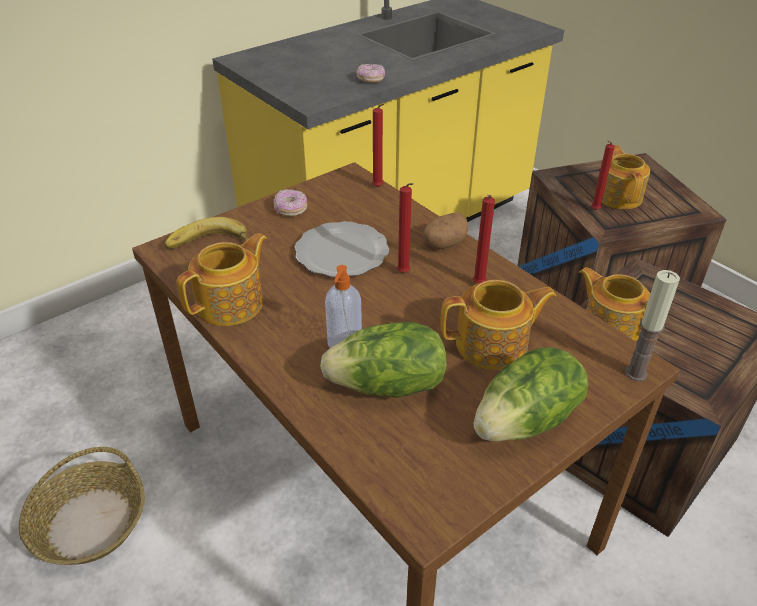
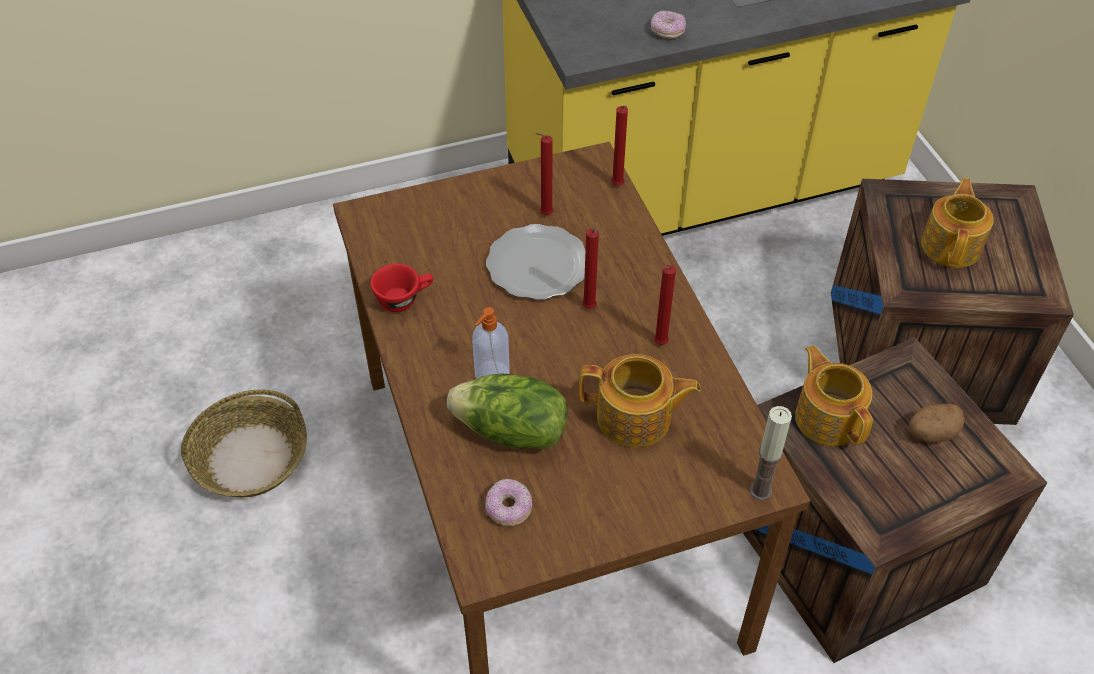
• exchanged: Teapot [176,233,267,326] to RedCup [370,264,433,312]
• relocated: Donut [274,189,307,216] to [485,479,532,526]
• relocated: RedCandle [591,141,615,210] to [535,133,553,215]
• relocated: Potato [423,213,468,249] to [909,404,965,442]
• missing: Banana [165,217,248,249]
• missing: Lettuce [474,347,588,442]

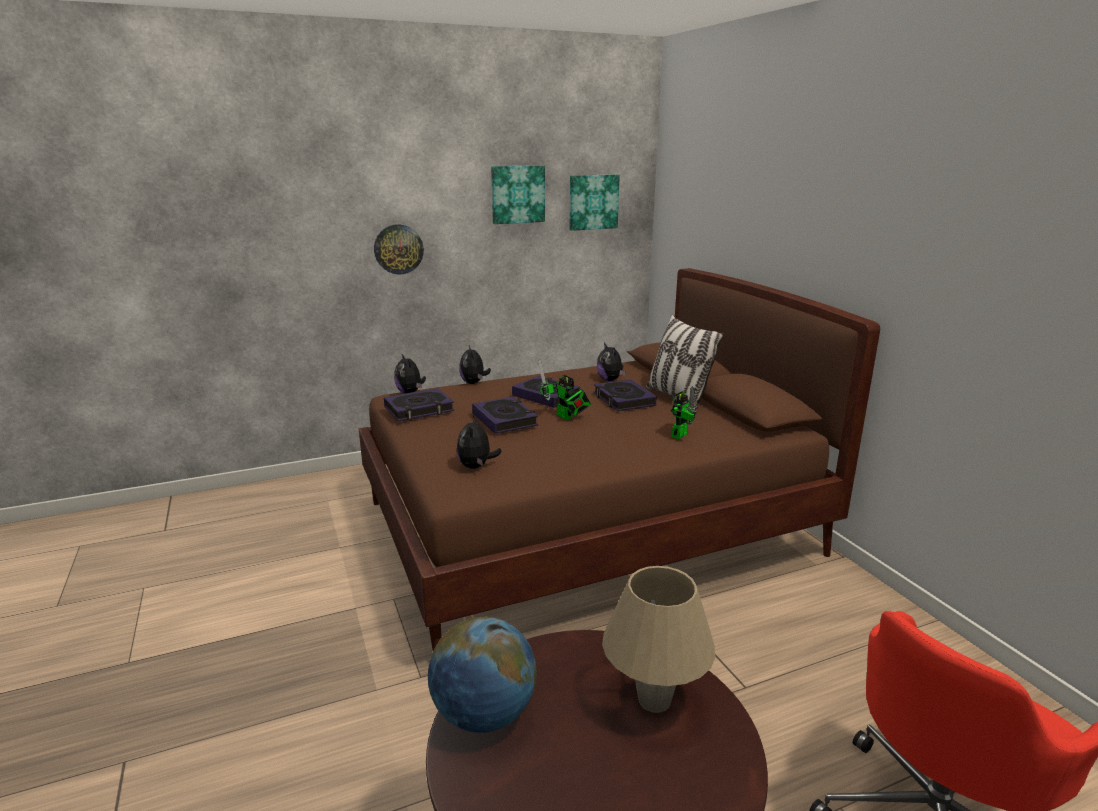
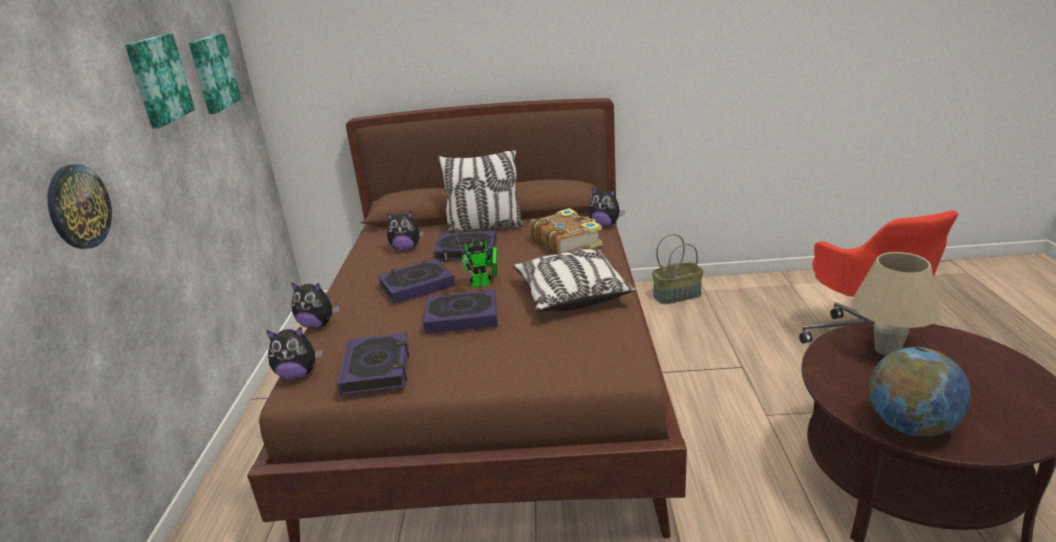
• appeared: Pillow [513,249,636,312]
• exchanged: ToyRobot [671,386,697,439] to Book [530,208,602,255]
• relocated: PlushToy [457,416,502,469] to [588,188,625,227]
• appeared: Basket [652,234,704,304]

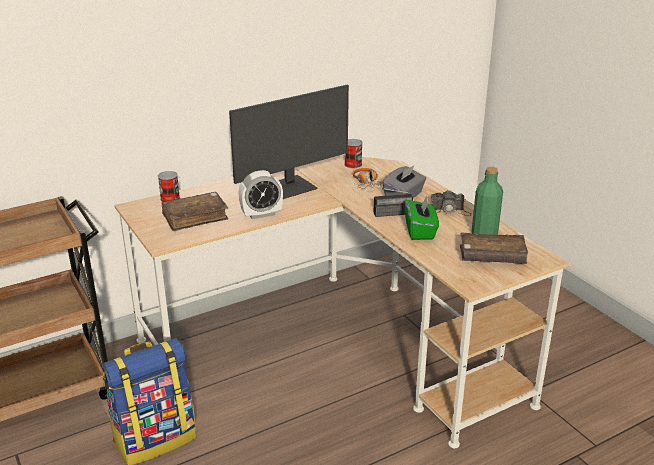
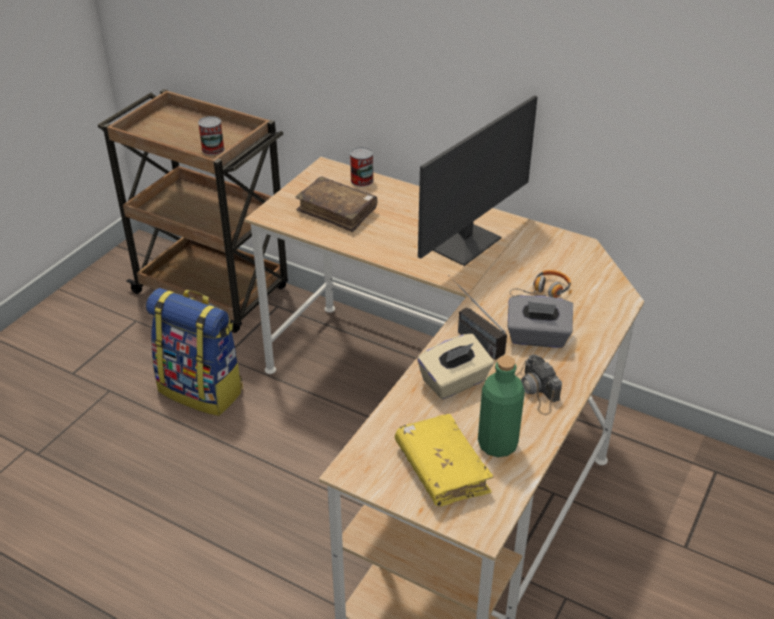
• relocated: Can [344,139,363,168] to [198,116,225,155]
• colour: BrownBook [460,232,528,264] to YellowBook [395,413,494,506]
• colour: GreenTissueBox [405,195,439,240] to BeigeTissueBox [417,334,494,399]
• spun: Monitor [229,85,349,199] = [418,95,538,266] 75 degrees counterclockwise
• missing: AlarmClock [239,170,283,219]

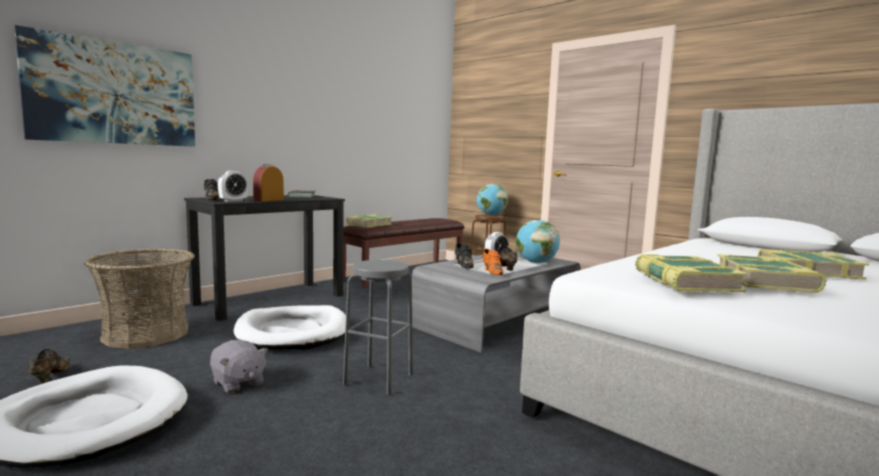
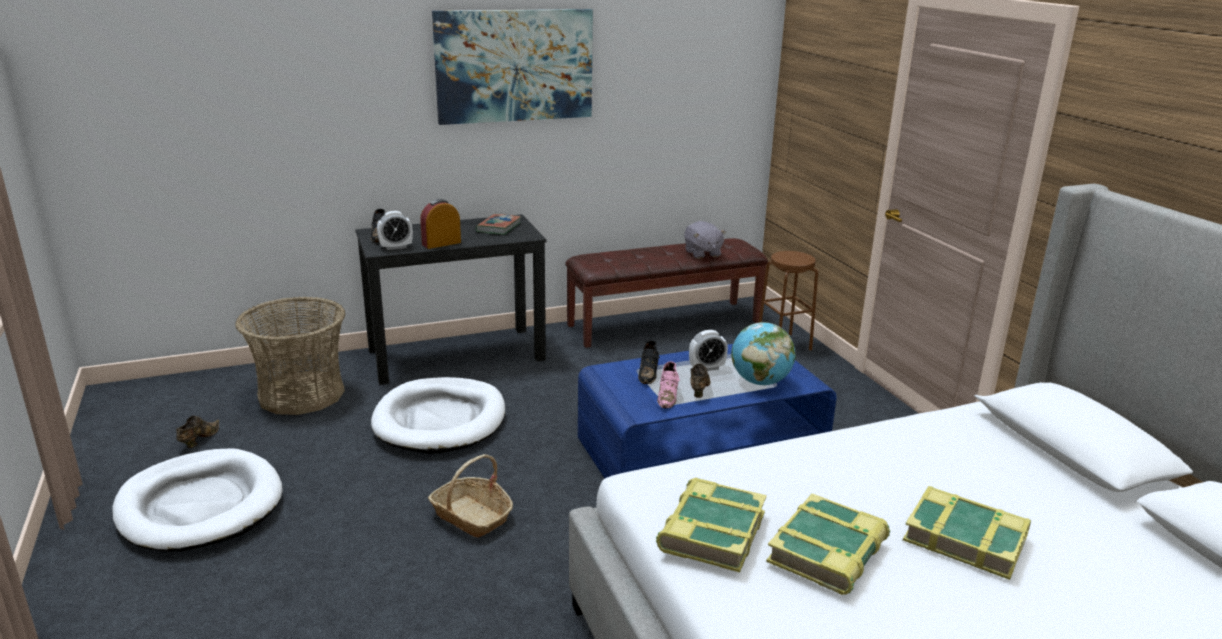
• exchanged: GreyStool [343,260,413,395] to Basket [428,454,513,538]
• relocated: Picture [14,25,195,147] to [432,9,593,125]
• colour: GreyCoffeeTable [412,251,581,353] to BlueCoffeeTable [578,344,837,478]
• colour: OrangeShoe [482,249,503,276] to PinkShoe [657,361,680,408]
• relocated: GreyPlushToy [210,340,268,394] to [684,221,726,259]
• missing: Book [346,214,393,228]
• missing: Globe [477,184,508,215]

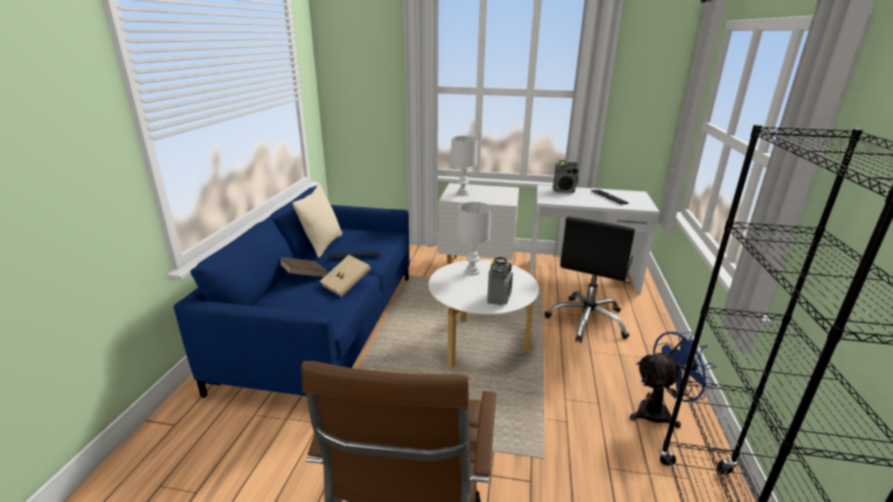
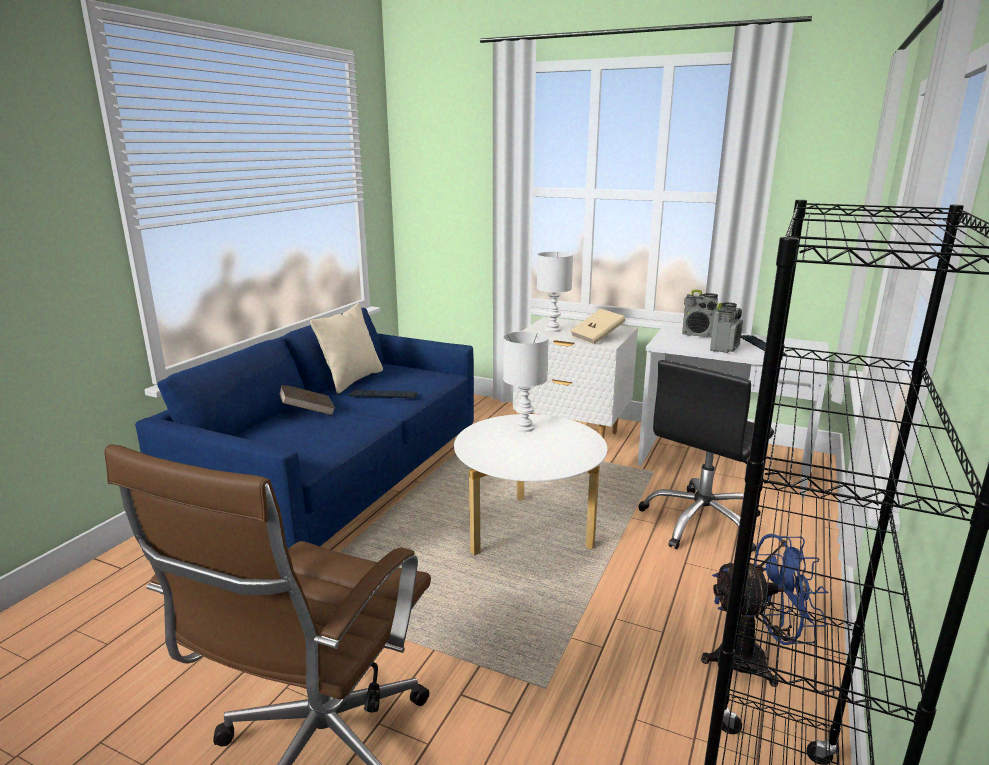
• relocated: BeigeBook [320,255,371,297] to [570,309,625,344]
• relocated: Radio [487,257,513,305] to [710,302,743,353]

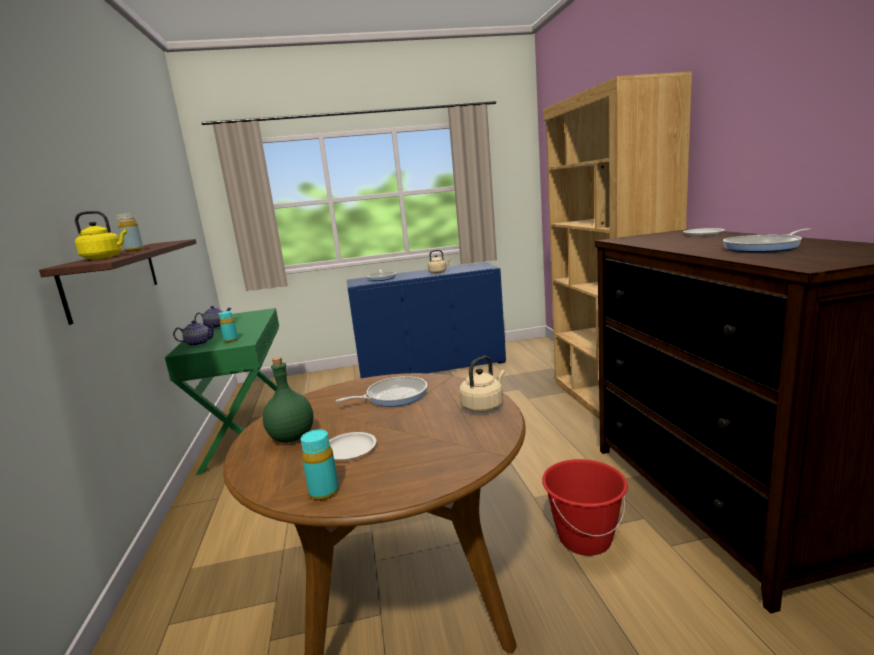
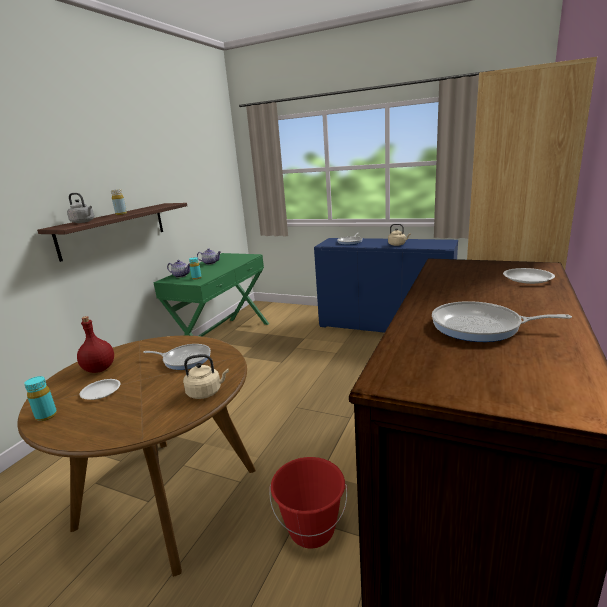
• colour: YellowKettle [75,211,127,259] to GreyKettle [67,193,94,223]
• colour: GreenBottle [263,357,314,443] to RedBottle [77,316,114,373]

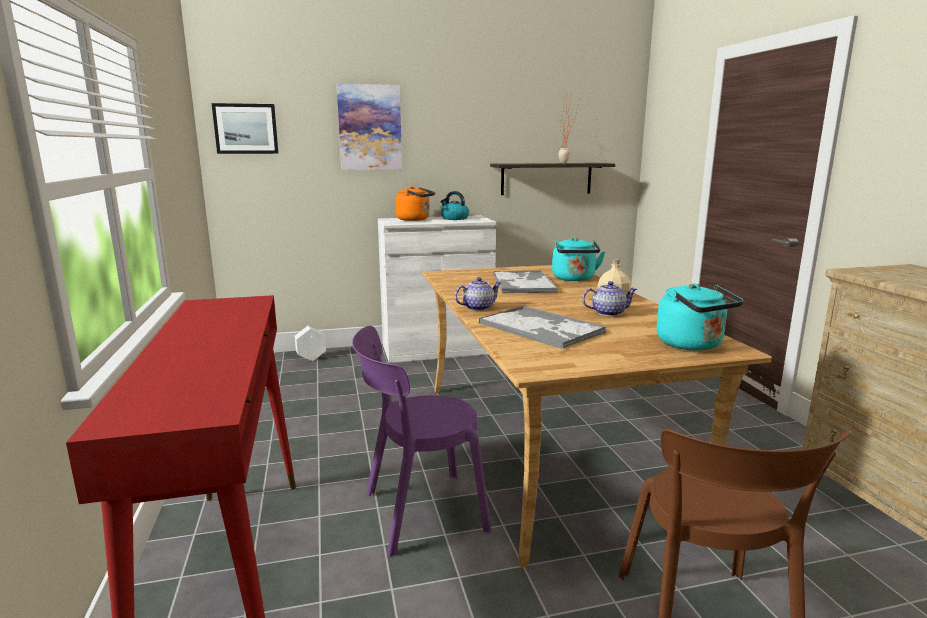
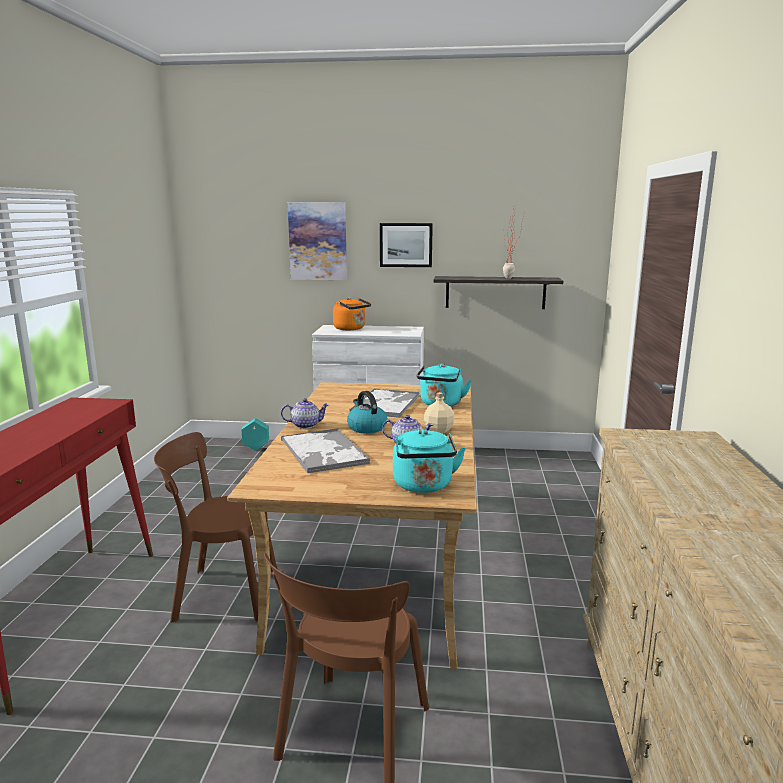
• colour: PurpleChair [352,326,492,557] to BrownChair [154,432,277,622]
• colour: WhitePlanter [295,325,326,361] to TurquoisePlanter [241,418,269,451]
• relocated: Kettle [440,191,469,220] to [347,391,388,434]
• relocated: Picture [212,103,278,154] to [380,223,433,267]

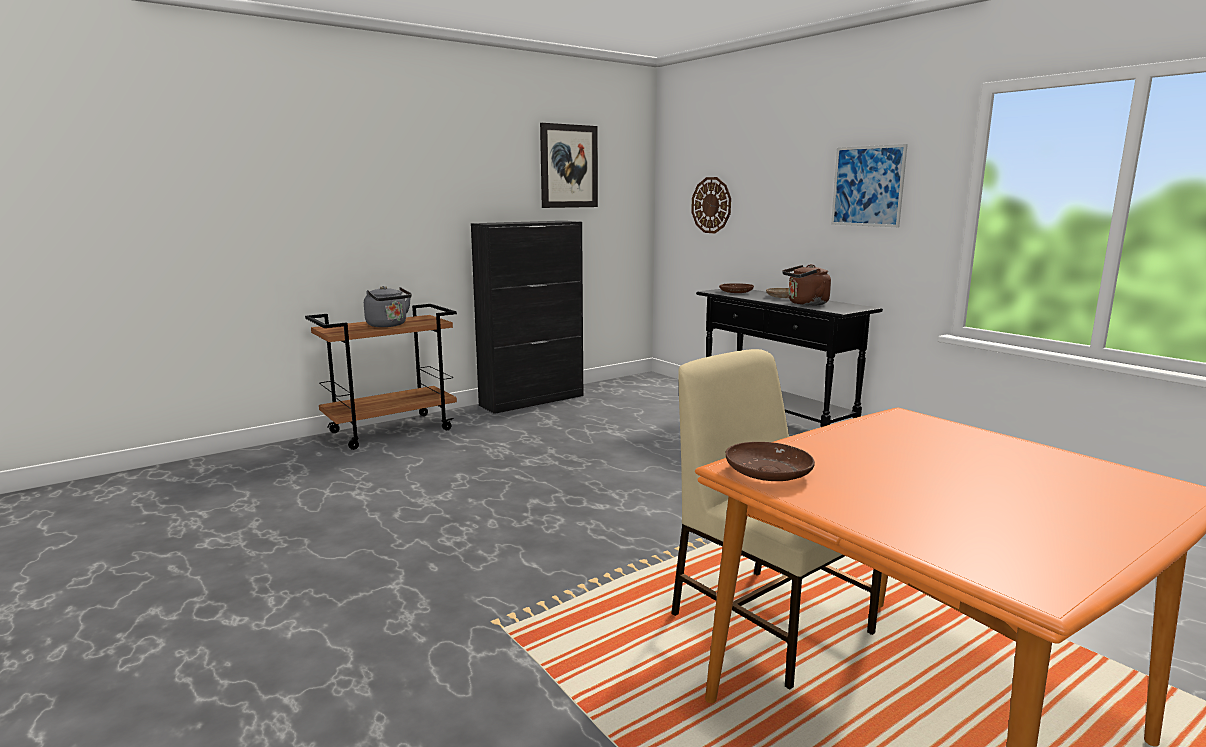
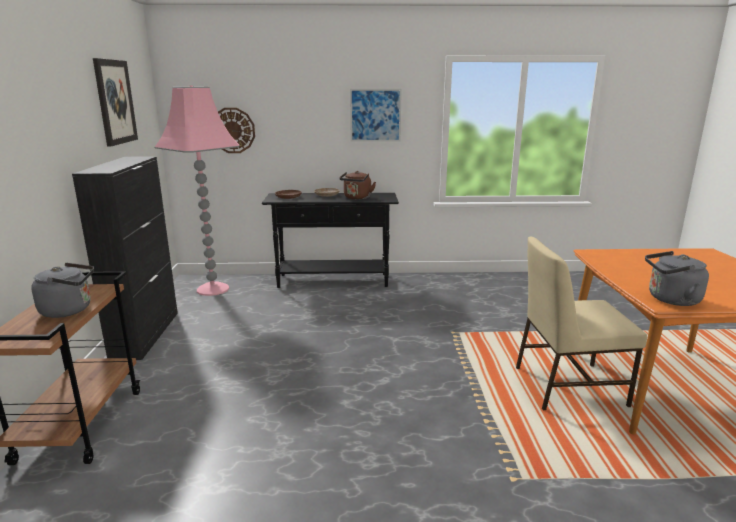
• appeared: PinkFloorLamp [154,86,240,296]
• exchanged: BrownPlate [726,442,815,481] to GreyKettle [645,251,709,306]

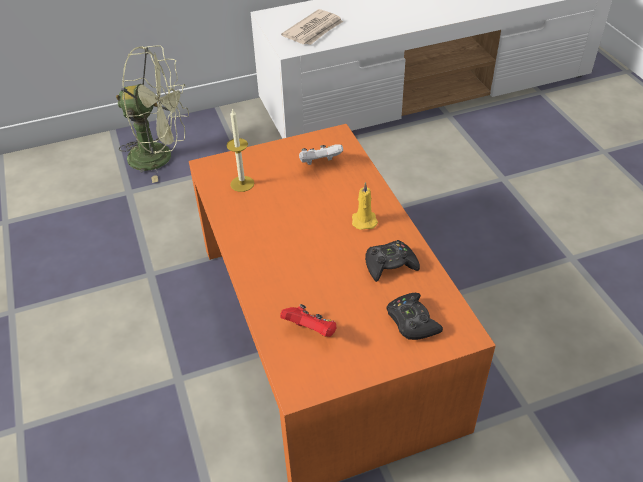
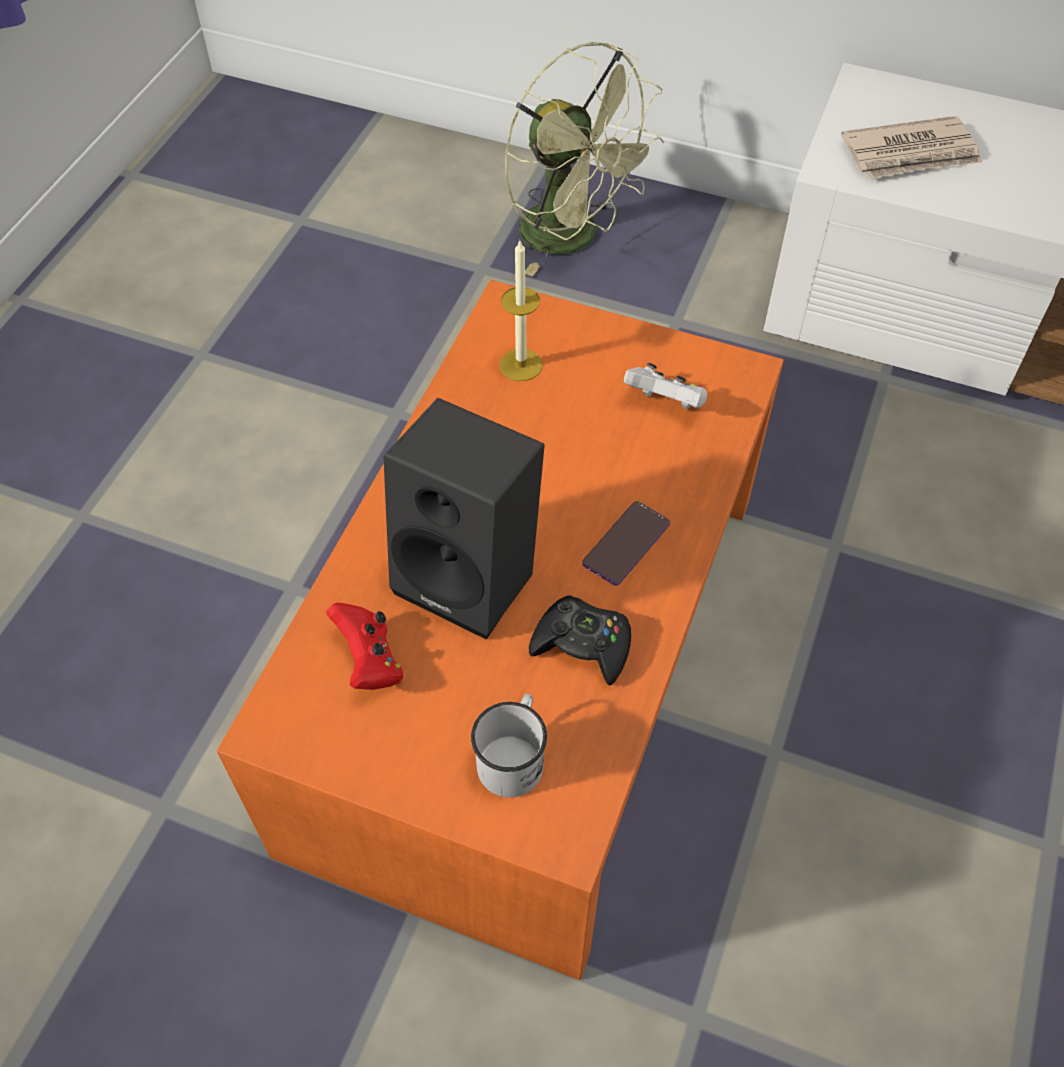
• appeared: BlackSpeaker [383,398,545,640]
• exchanged: BlackGameController [387,293,443,340] to WhiteMug [471,694,547,798]
• exchanged: YellowCandle [352,182,378,230] to Phone [582,501,670,586]

